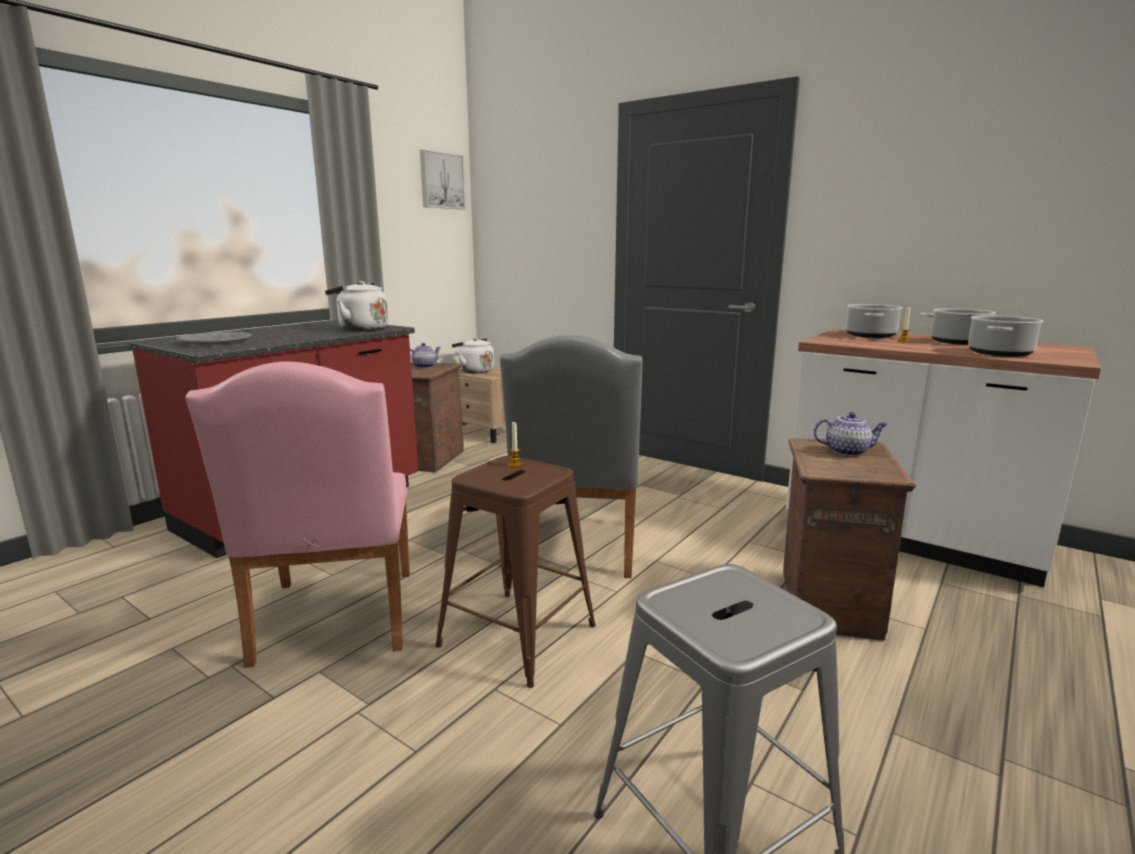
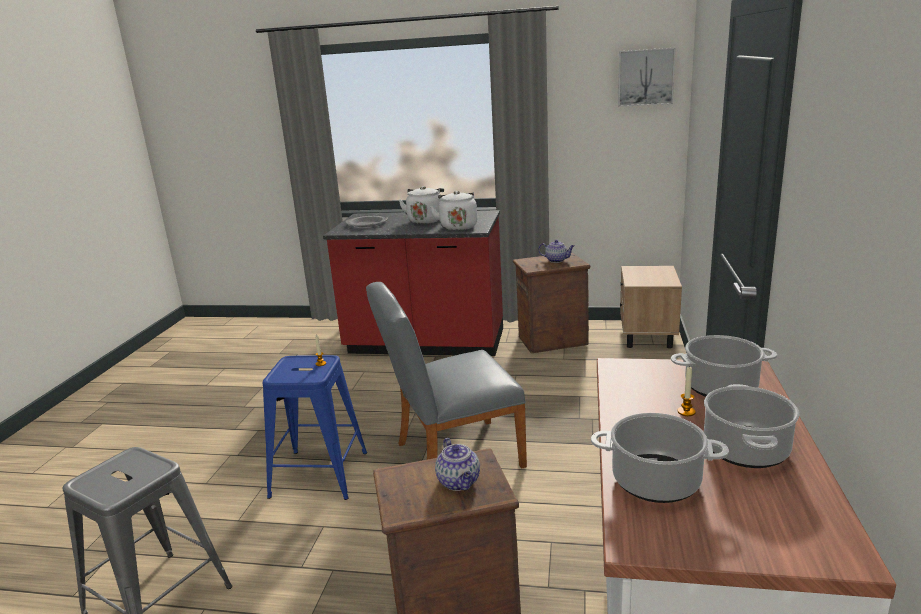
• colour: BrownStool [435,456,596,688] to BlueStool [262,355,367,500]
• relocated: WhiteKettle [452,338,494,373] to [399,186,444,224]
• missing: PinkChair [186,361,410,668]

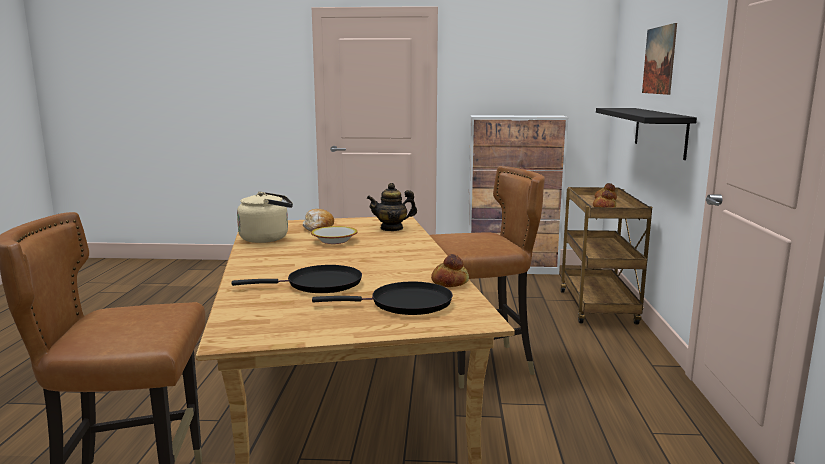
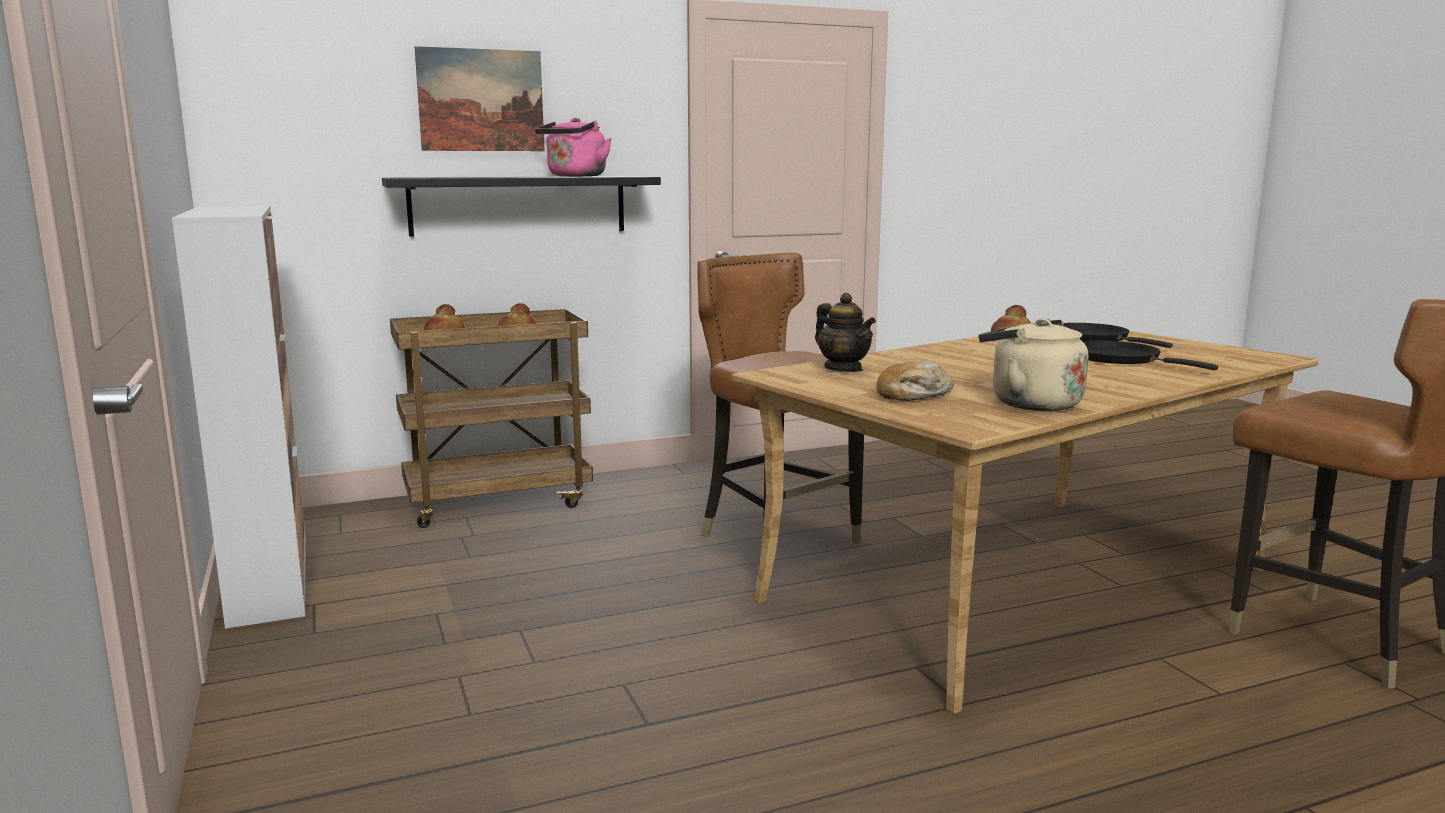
• appeared: PinkKettle [535,118,612,177]
• missing: Bowl [311,226,358,244]

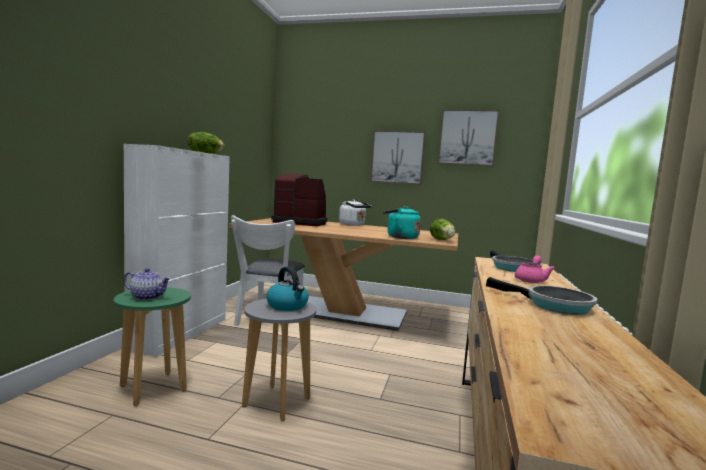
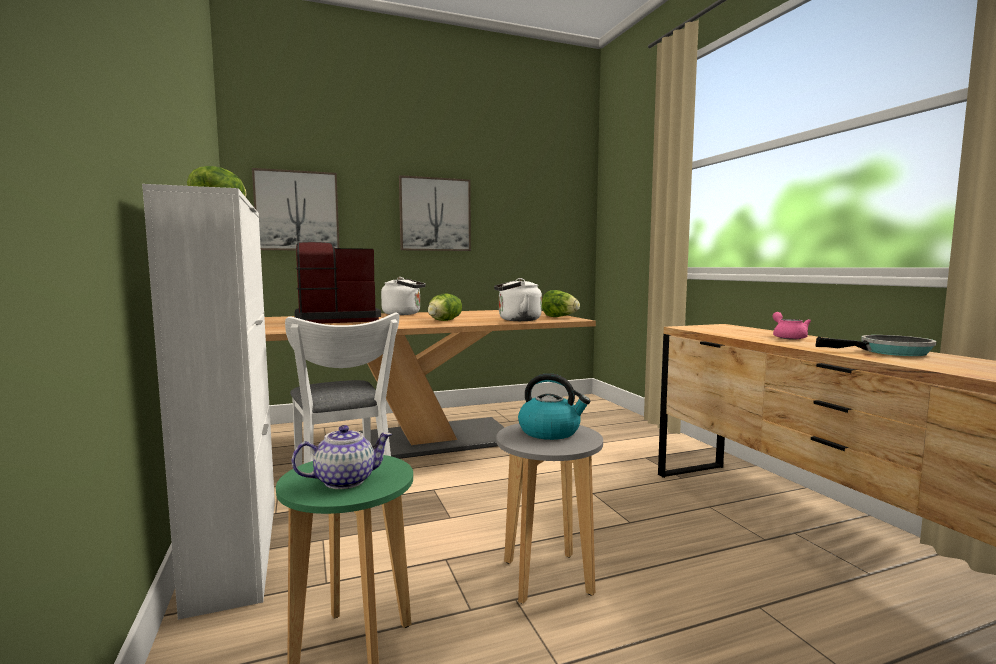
• relocated: Picture [438,109,499,166] to [252,168,339,250]
• appeared: Lettuce [428,293,462,321]
• colour: TurquoiseKettle [383,206,421,239] to WhiteKettle [494,278,542,321]
• missing: FryingPan [490,250,532,272]

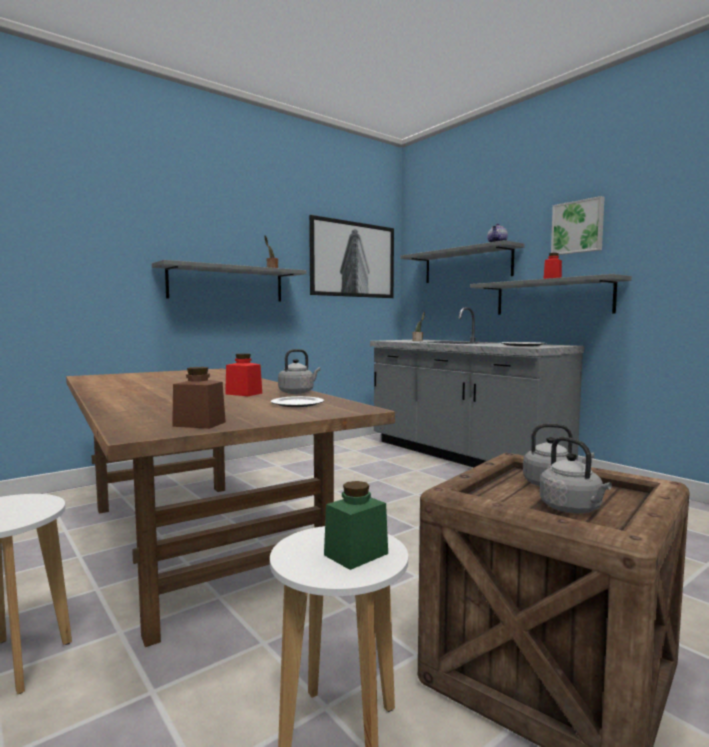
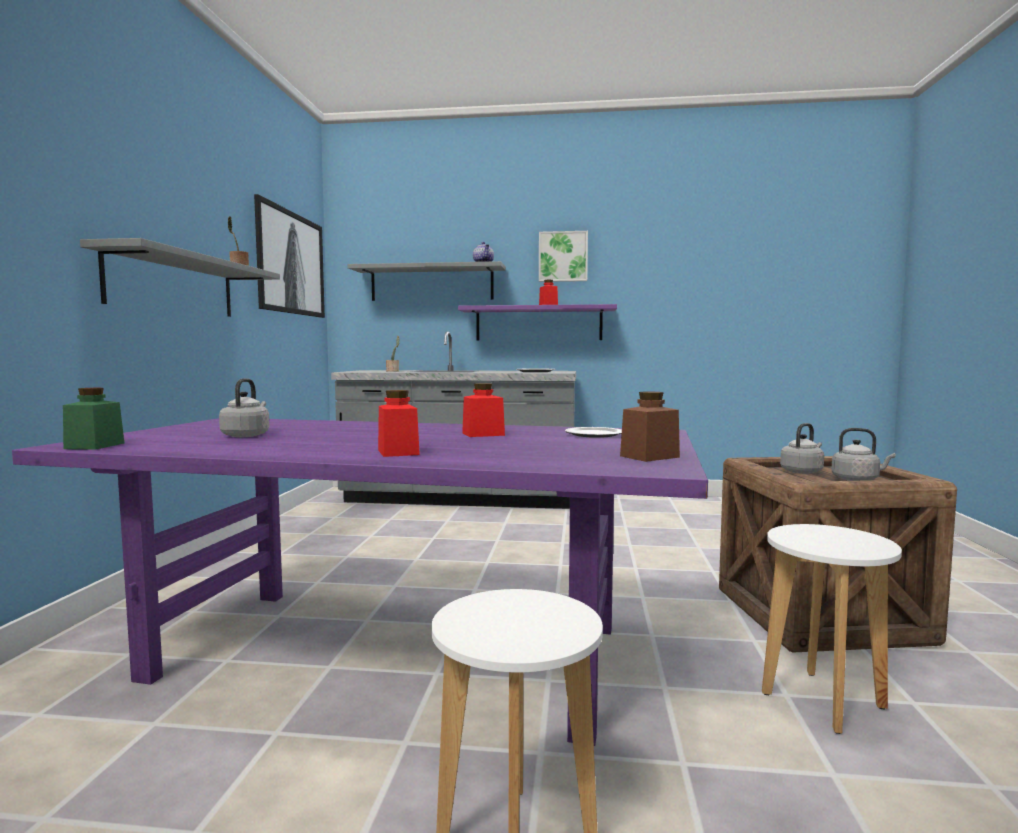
• colour: BrownDiningTable [66,368,395,647] to PurpleDiningTable [12,418,708,746]
• relocated: GreenJar [324,481,388,570] to [63,388,124,450]
• relocated: GreyKettle [278,349,321,394] to [219,378,269,437]
• appeared: RedJar [378,390,420,457]
• colour: GreyShelf [470,274,632,315] to PurpleShelf [458,304,617,341]

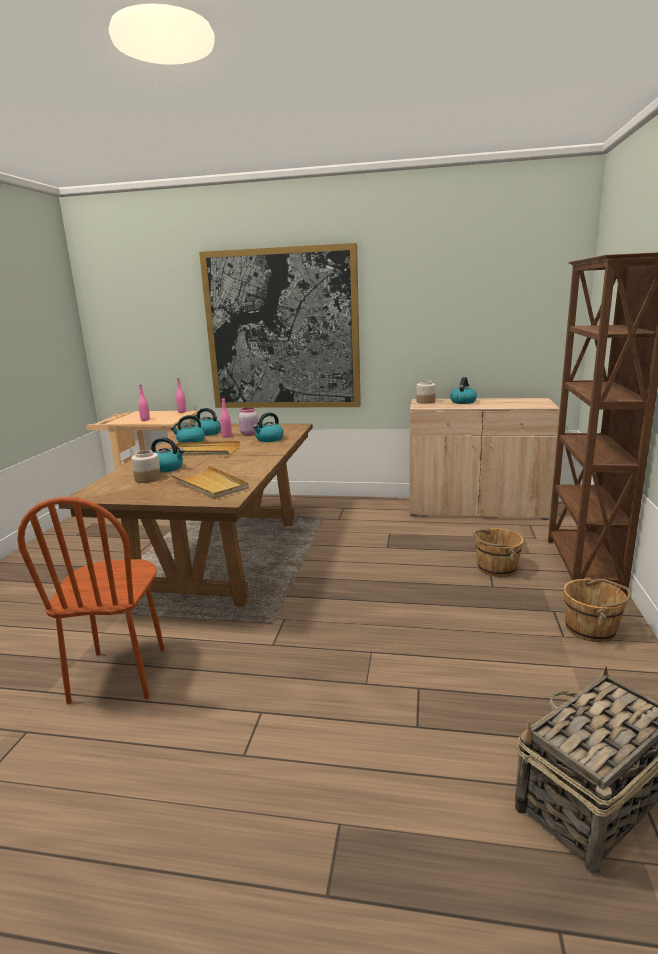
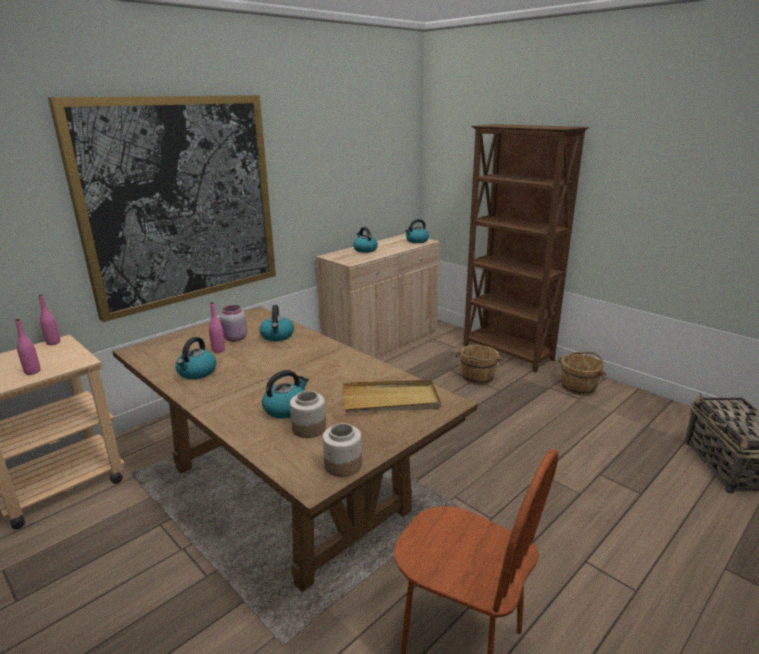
• relocated: Jar [416,381,436,404] to [323,423,362,477]
• relocated: Kettle [193,408,221,436] to [405,219,429,243]
• missing: BeigeTray [169,441,240,456]

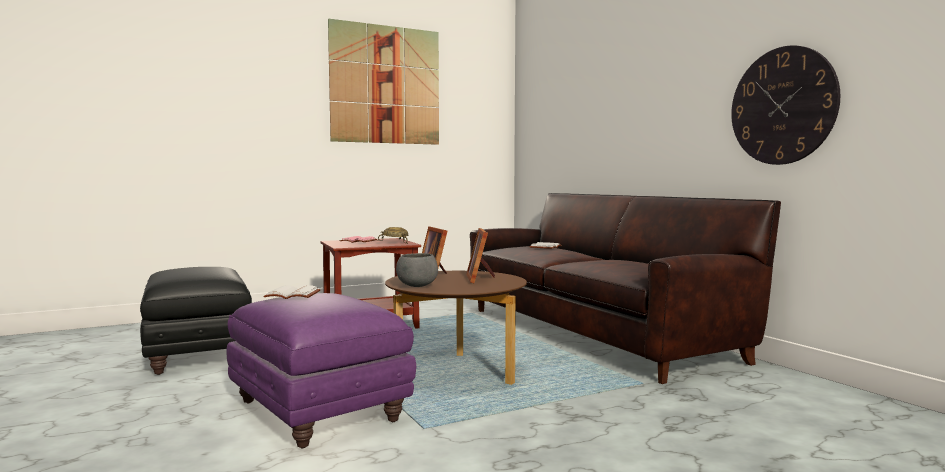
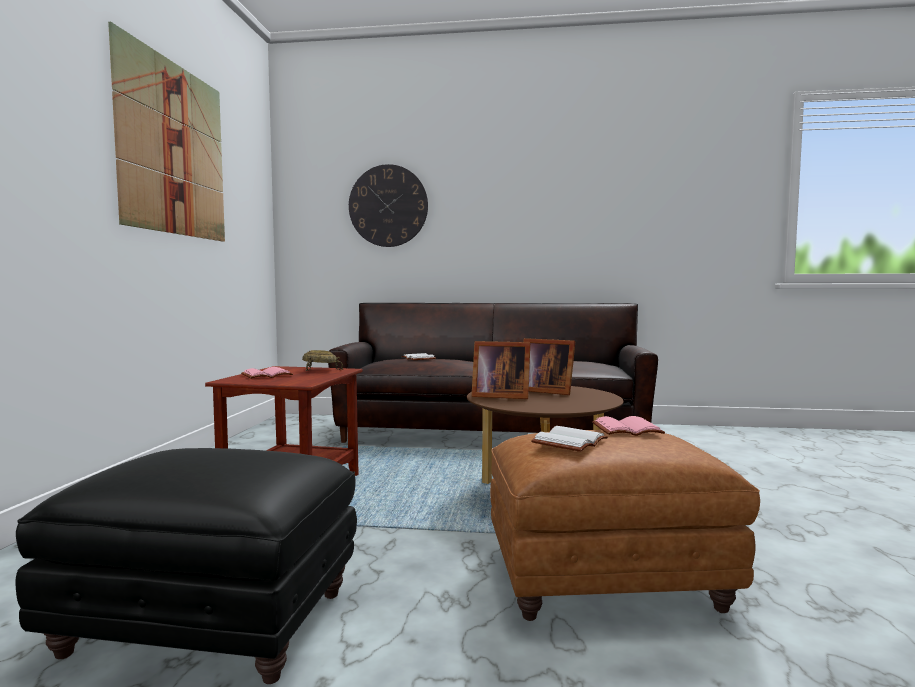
• relocated: WallClock [731,45,840,165] to [349,164,428,247]
• colour: PurpleOttoman [226,293,416,448] to BrownOttoman [490,430,760,621]
• appeared: PinkBook [592,416,665,436]
• missing: GreyBowl [396,253,438,287]

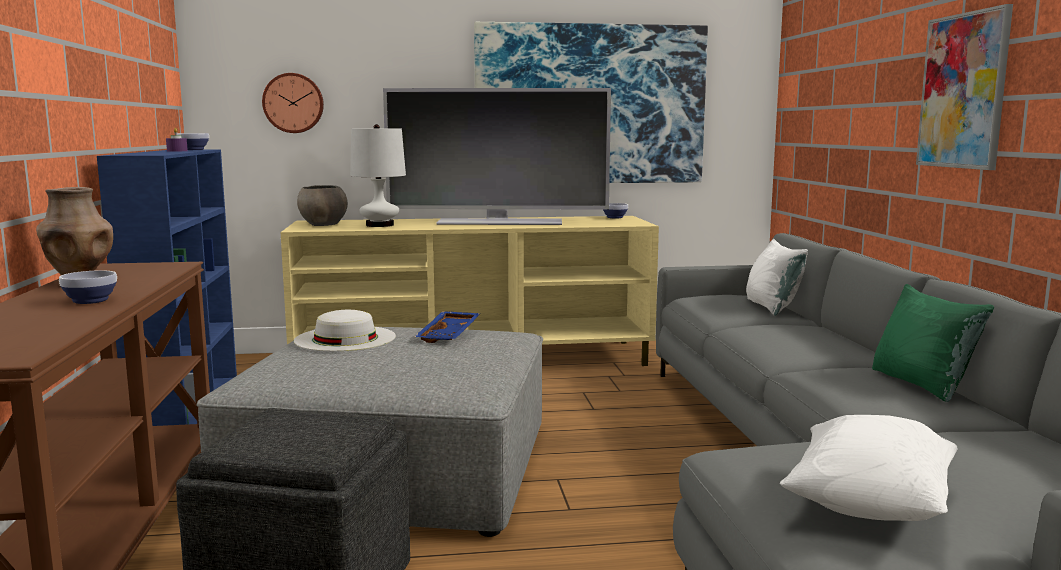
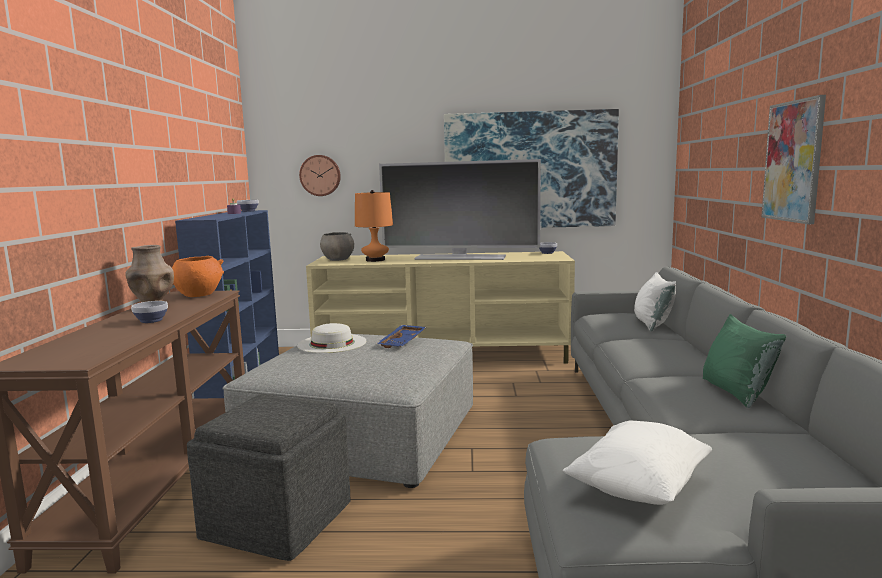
• appeared: OrangeBowl [172,256,224,297]
• colour: WhiteTableLamp [350,124,406,227] to OrangeTableLamp [355,190,393,262]

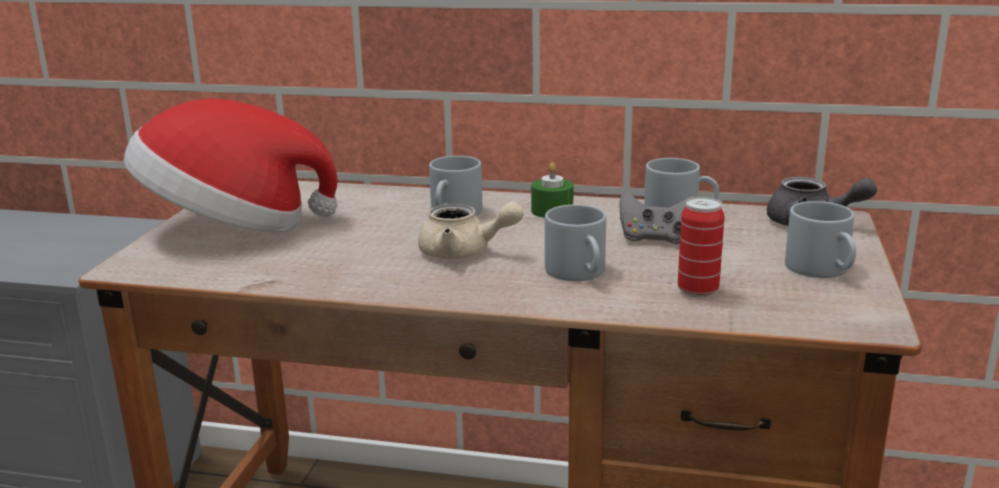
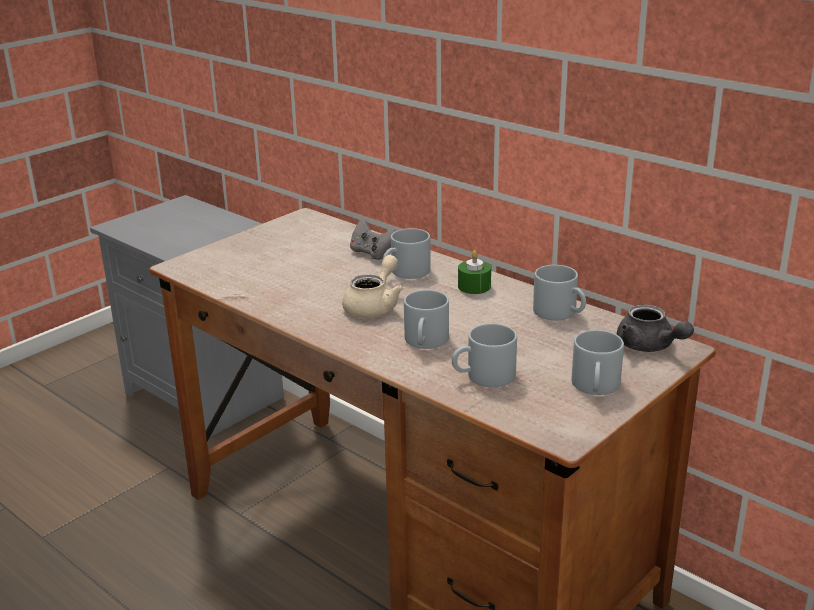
• spun: BeigeTeapot [418,202,524,259] = [342,255,404,318] 105 degrees counterclockwise
• relocated: GreyGameController [619,192,694,244] to [350,218,397,260]
• exchanged: Can [678,197,724,297] to GreyMug [452,324,517,387]
• missing: Hat [124,98,338,232]

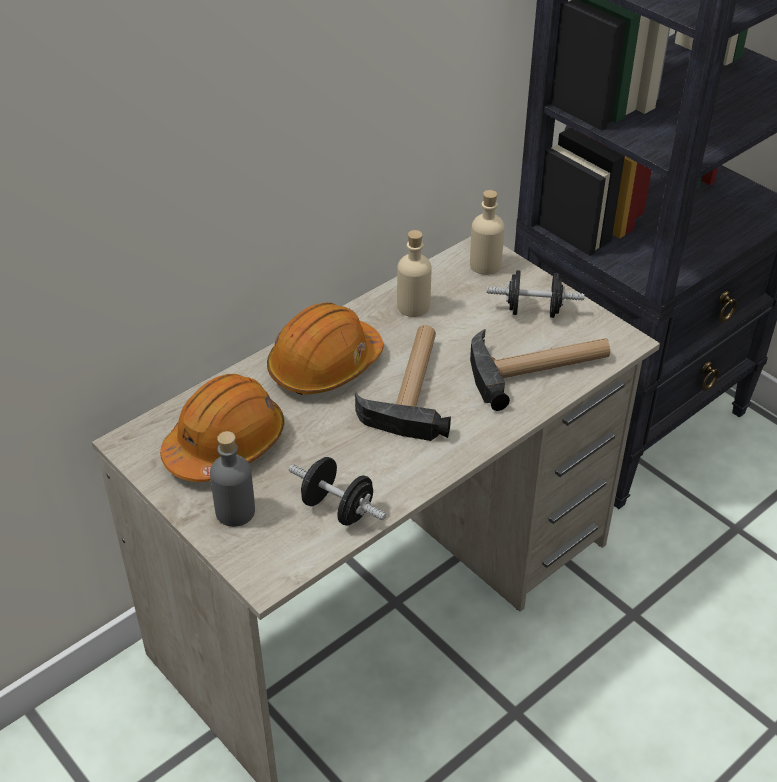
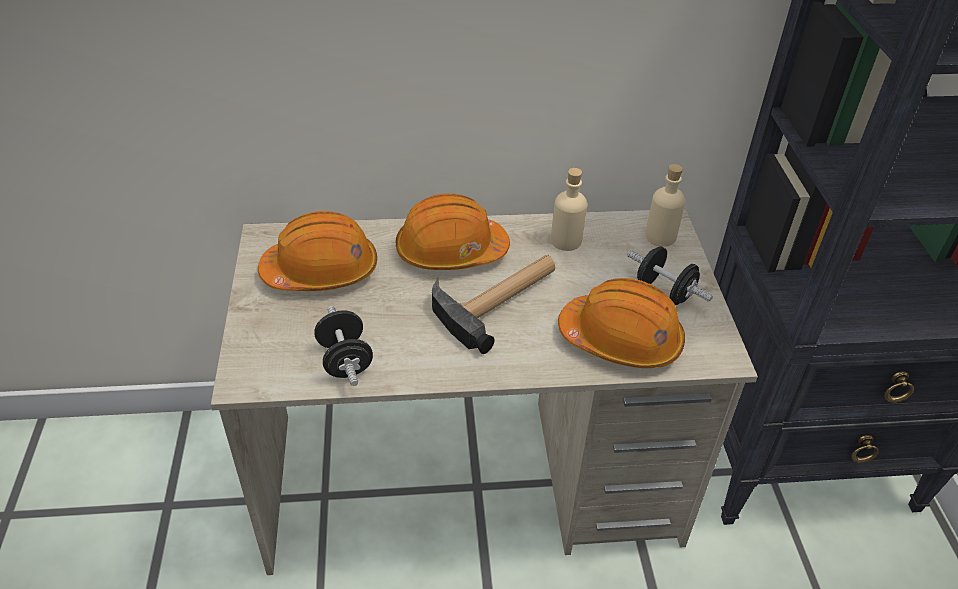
• exchanged: Hammer [470,329,610,411] to OrangeHardHat [558,278,685,368]
• missing: GreyBottle [210,431,255,527]

